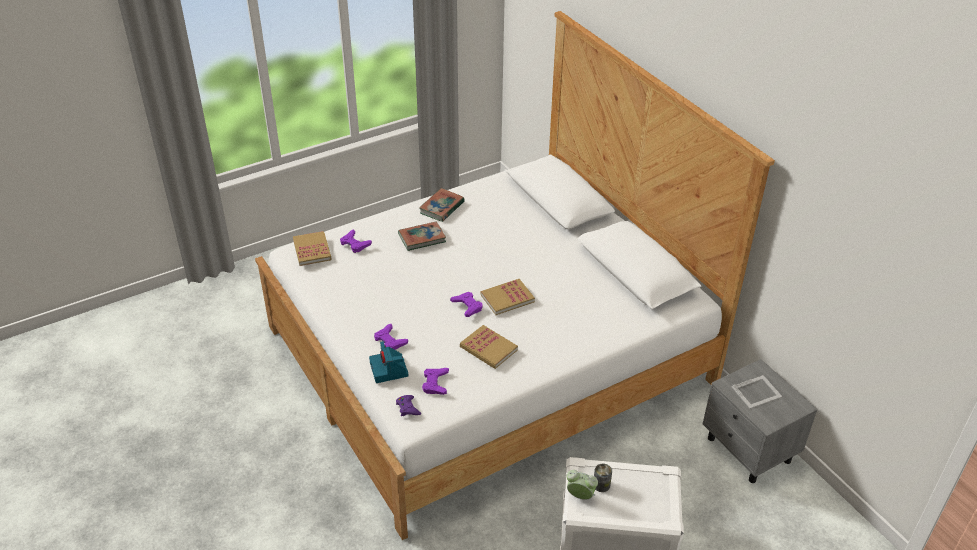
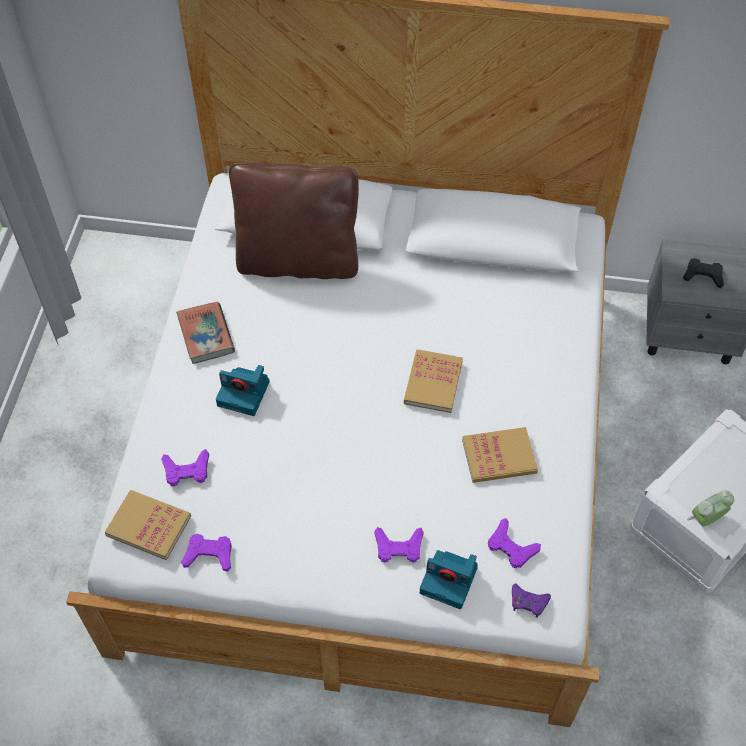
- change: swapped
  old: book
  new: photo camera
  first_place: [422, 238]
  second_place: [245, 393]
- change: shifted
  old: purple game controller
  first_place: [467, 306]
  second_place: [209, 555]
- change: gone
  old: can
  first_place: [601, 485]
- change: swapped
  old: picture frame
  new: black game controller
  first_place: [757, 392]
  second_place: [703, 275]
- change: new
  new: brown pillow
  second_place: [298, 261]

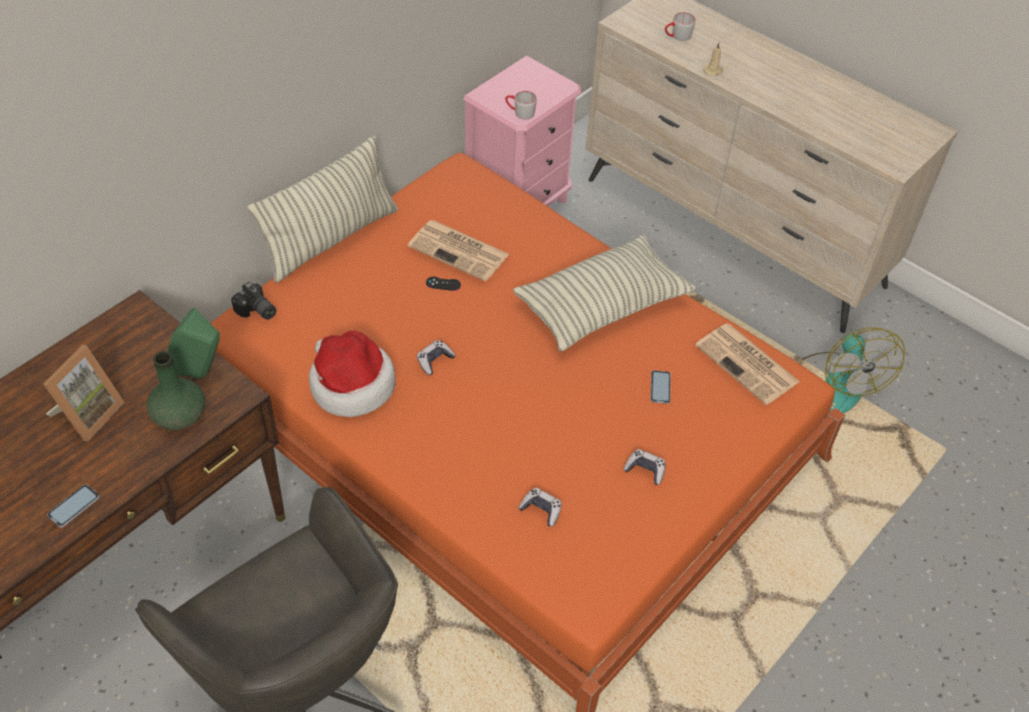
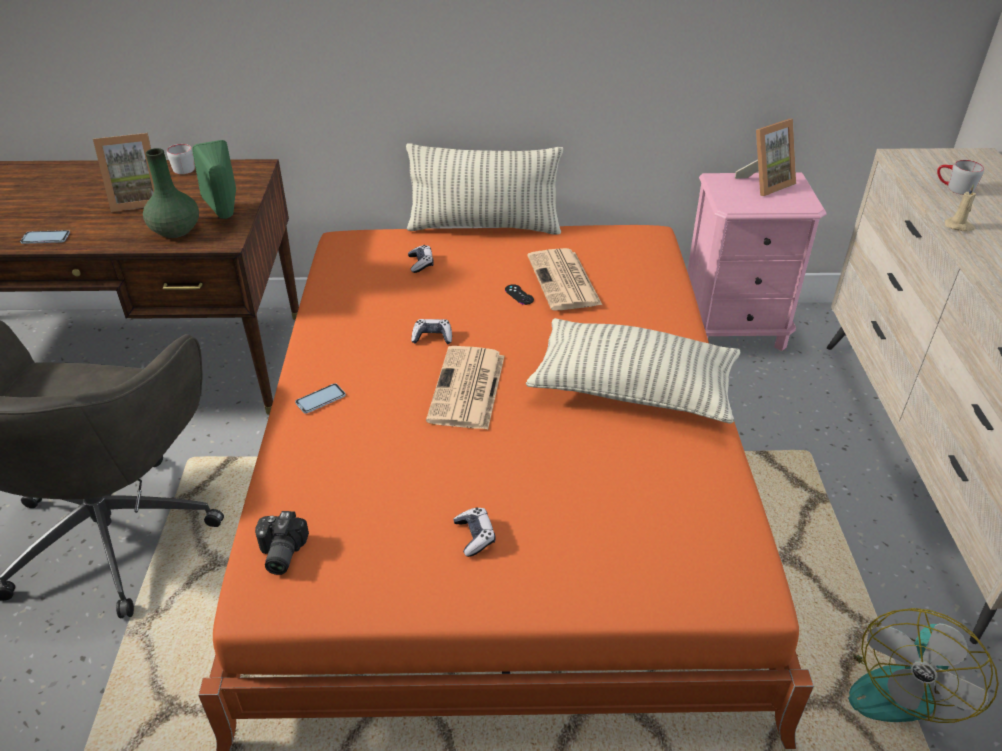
- change: shifted
  old: photo camera
  first_place: [256, 311]
  second_place: [279, 553]
- change: gone
  old: hat
  first_place: [350, 385]
- change: shifted
  old: grey mug
  first_place: [520, 112]
  second_place: [183, 167]
- change: shifted
  old: game controller
  first_place: [541, 510]
  second_place: [421, 263]
- change: shifted
  old: phone
  first_place: [660, 387]
  second_place: [320, 399]
- change: shifted
  old: newspaper
  first_place: [748, 364]
  second_place: [467, 389]
- change: new
  new: picture frame
  second_place: [765, 183]

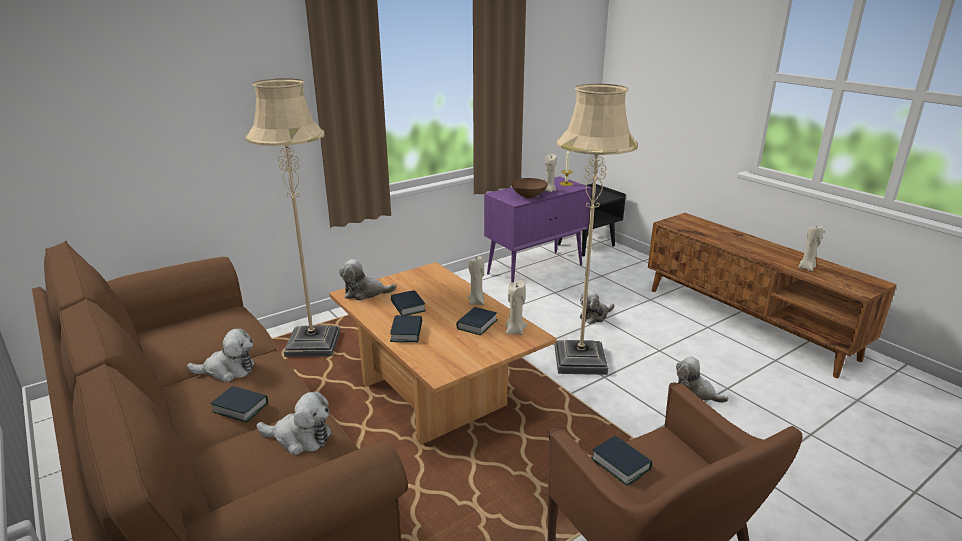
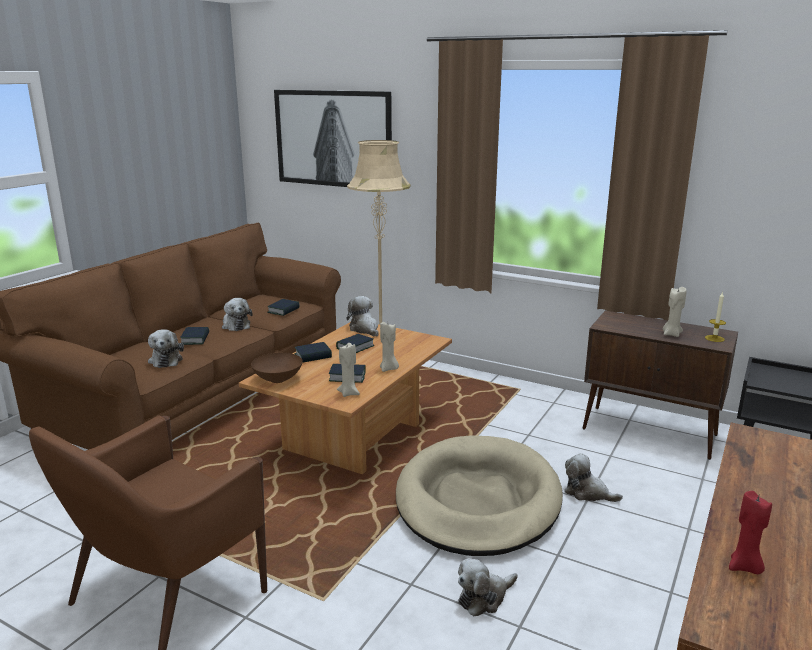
- change: repainted
  old: purple cabinet
  new: brown cabinet
  first_place: [536, 269]
  second_place: [650, 432]
- change: shifted
  old: brown bowl
  first_place: [528, 196]
  second_place: [278, 379]
- change: swapped
  old: beige floor lamp
  new: beige dog bed
  first_place: [580, 360]
  second_place: [477, 500]
- change: shifted
  old: book
  first_place: [620, 464]
  second_place: [283, 310]
- change: rotated
  old: plush toy
  first_place: [695, 393]
  second_place: [484, 597]
  degrees: -135
- change: repainted
  old: beige candle
  new: red candle
  first_place: [807, 268]
  second_place: [745, 567]
- change: new
  new: picture
  second_place: [333, 139]

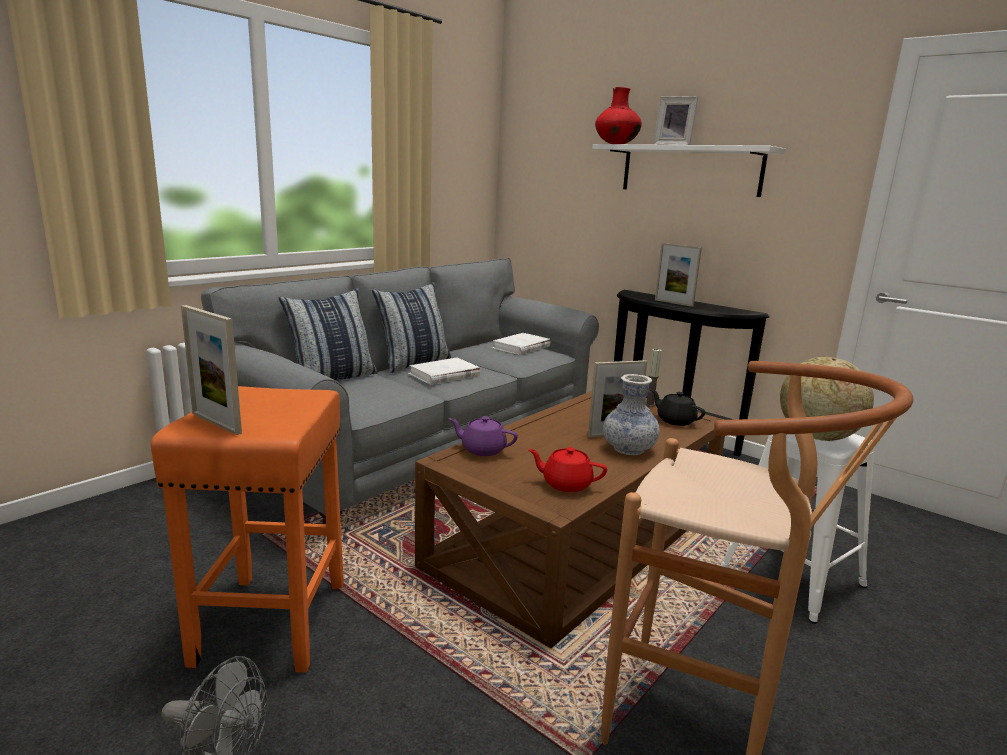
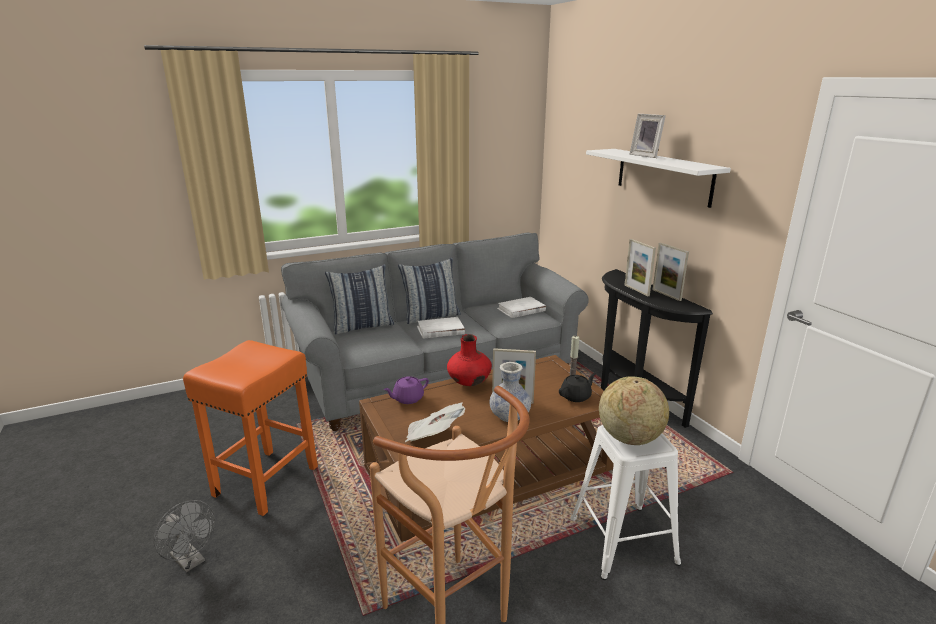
- change: shifted
  old: picture frame
  first_place: [216, 423]
  second_place: [666, 295]
- change: rotated
  old: purple teapot
  first_place: [482, 449]
  second_place: [407, 398]
  degrees: -75
- change: swapped
  old: red teapot
  new: newspaper
  first_place: [566, 484]
  second_place: [433, 436]
- change: shifted
  old: red vase
  first_place: [616, 144]
  second_place: [469, 382]
- change: rotated
  old: black teapot
  first_place: [675, 420]
  second_place: [576, 396]
  degrees: 75

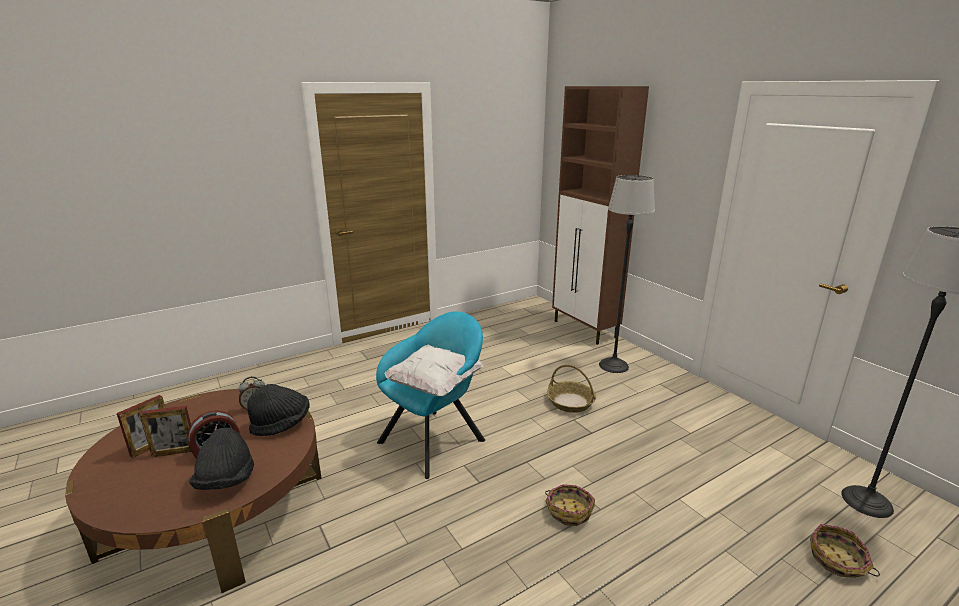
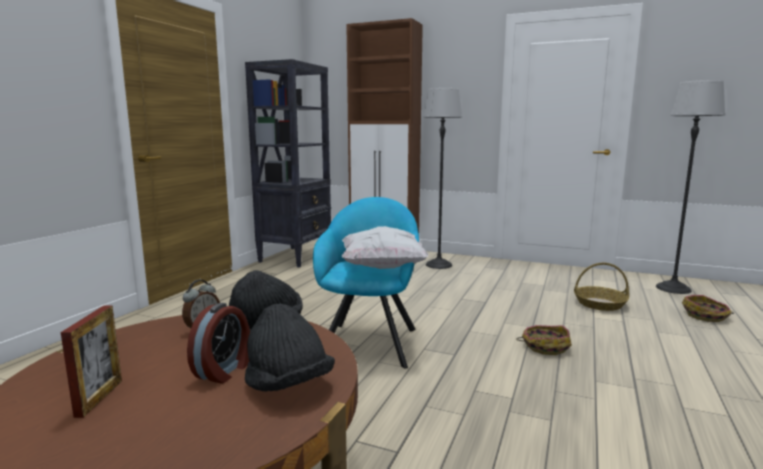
- change: gone
  old: picture frame
  first_place: [174, 452]
- change: shifted
  old: basket
  first_place: [570, 402]
  second_place: [599, 304]
- change: new
  new: black bookcase
  second_place: [296, 257]

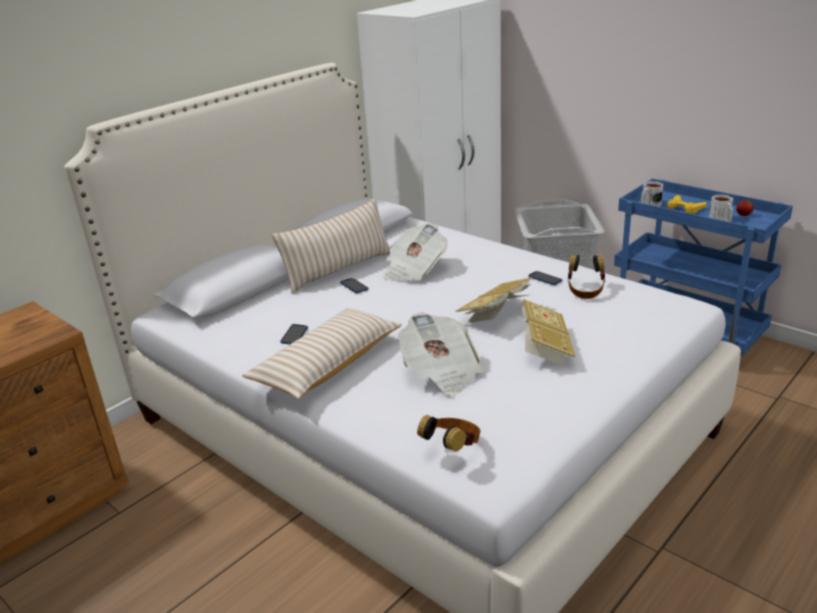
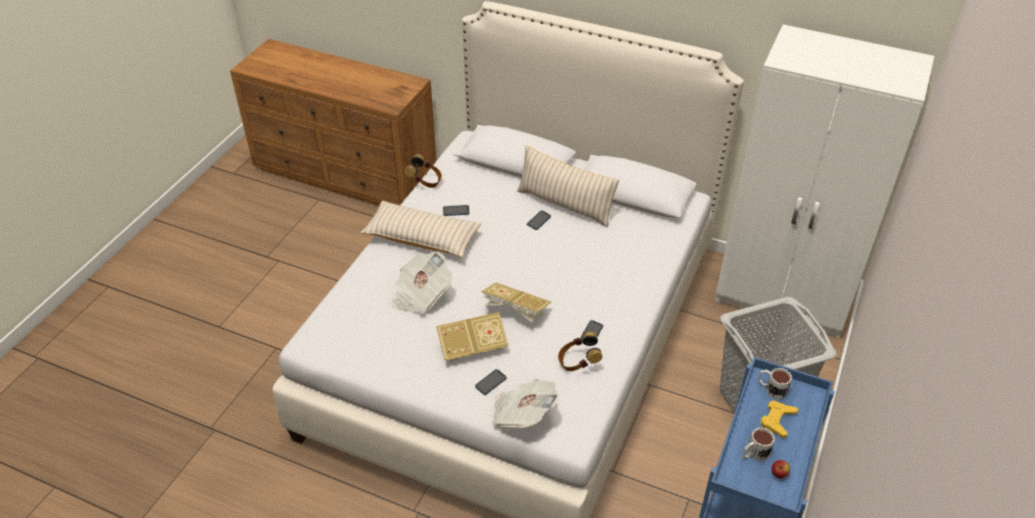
- change: shifted
  old: newspaper
  first_place: [414, 270]
  second_place: [522, 414]
- change: shifted
  old: headphones
  first_place: [453, 448]
  second_place: [425, 182]
- change: new
  new: phone
  second_place: [490, 382]

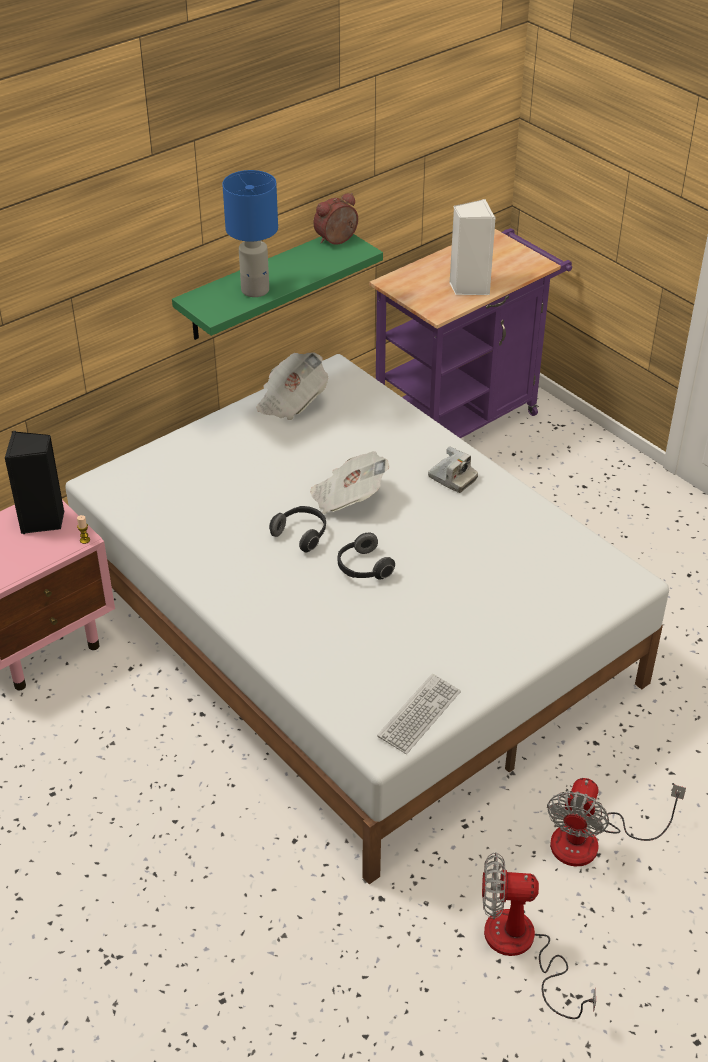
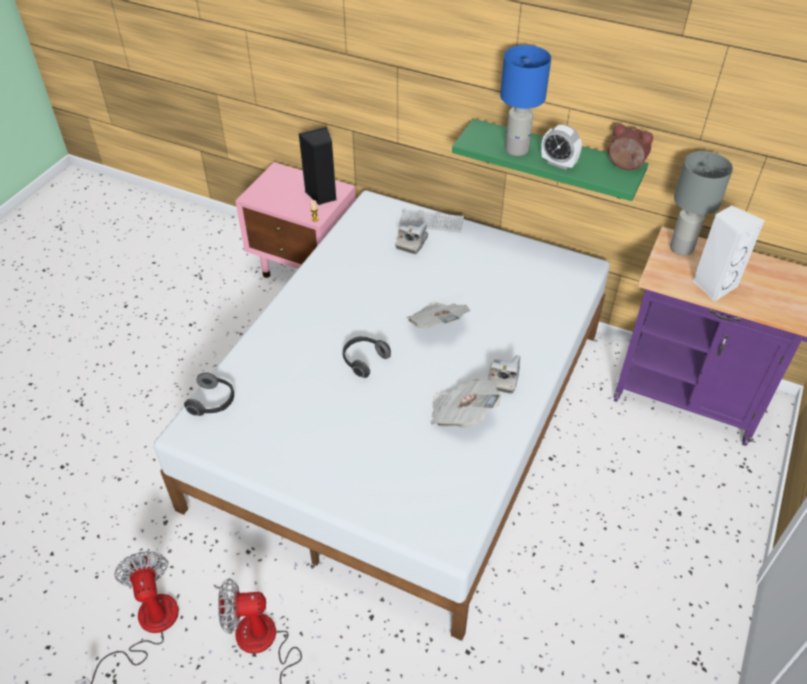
- change: shifted
  old: newspaper
  first_place: [291, 402]
  second_place: [462, 414]
- change: shifted
  old: headphones
  first_place: [301, 535]
  second_place: [213, 402]
- change: shifted
  old: keyboard
  first_place: [419, 715]
  second_place: [431, 222]
- change: new
  new: photo camera
  second_place: [412, 243]
- change: new
  new: alarm clock
  second_place: [558, 163]
- change: new
  new: grey table lamp
  second_place: [681, 248]

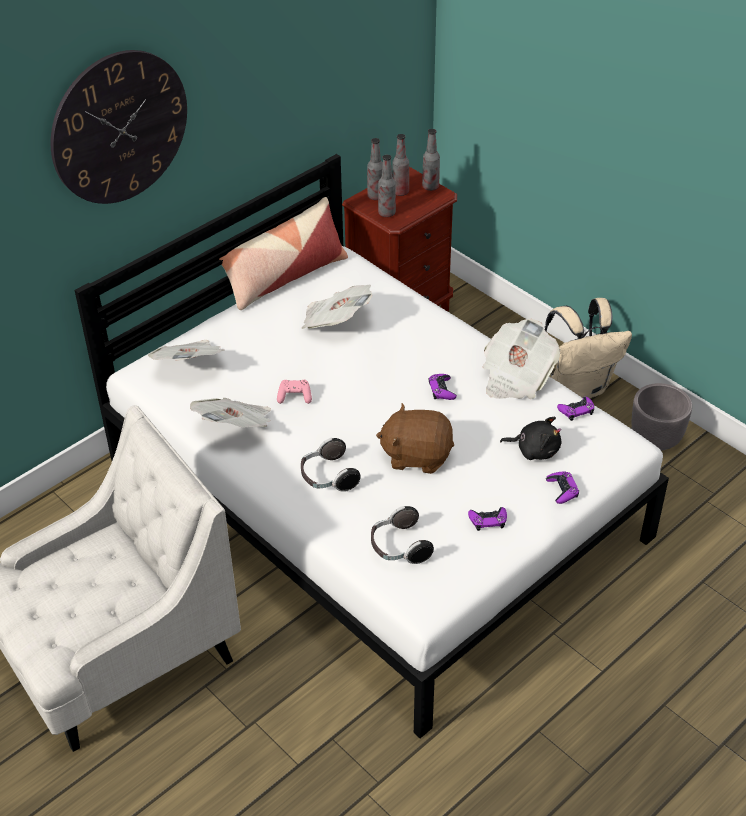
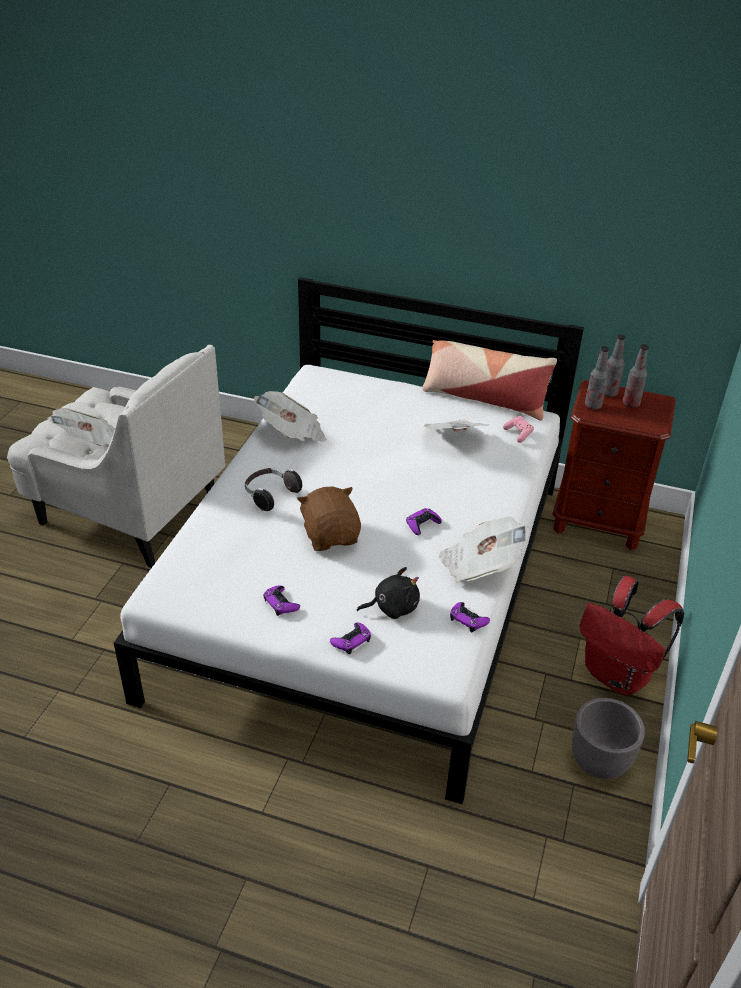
- change: gone
  old: wall clock
  first_place: [119, 127]
- change: shifted
  old: newspaper
  first_place: [190, 365]
  second_place: [92, 443]
- change: shifted
  old: pink game controller
  first_place: [294, 396]
  second_place: [518, 433]
- change: gone
  old: headphones
  first_place: [399, 547]
- change: gone
  old: bottle
  first_place: [430, 187]
- change: rotated
  old: black plush toy
  first_place: [535, 450]
  second_place: [392, 607]
  degrees: -90
- change: repainted
  old: beige backpack
  new: red backpack
  first_place: [579, 387]
  second_place: [618, 676]

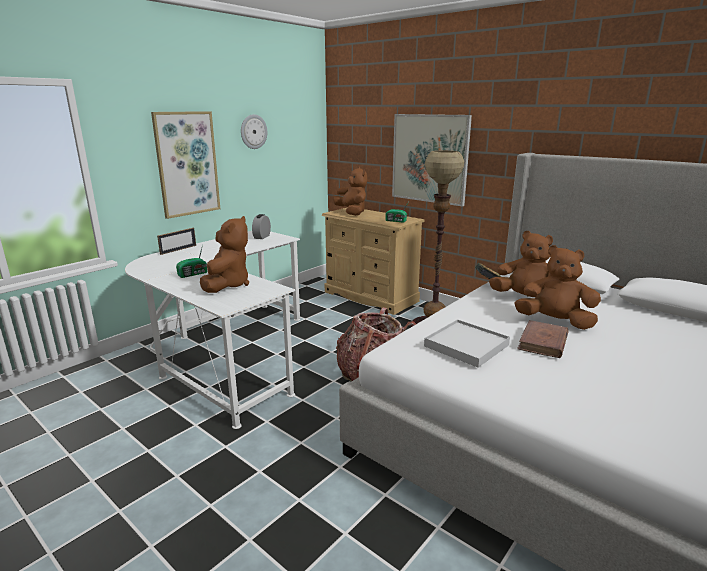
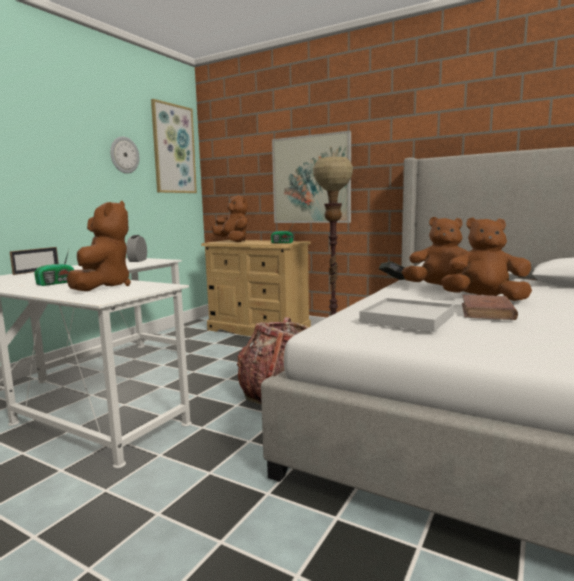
- change: shifted
  old: picture
  first_place: [187, 164]
  second_place: [173, 149]

